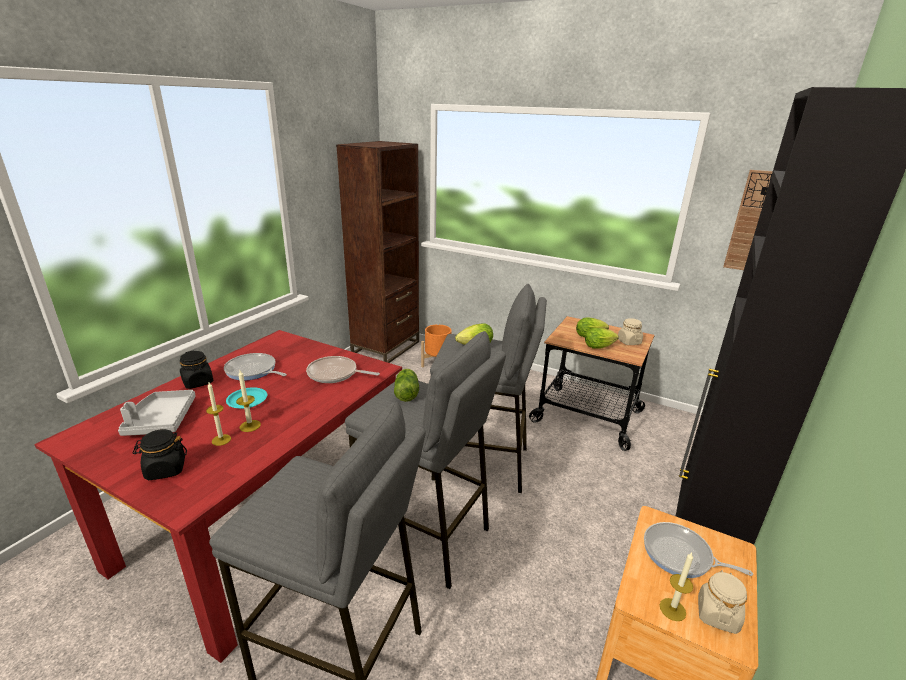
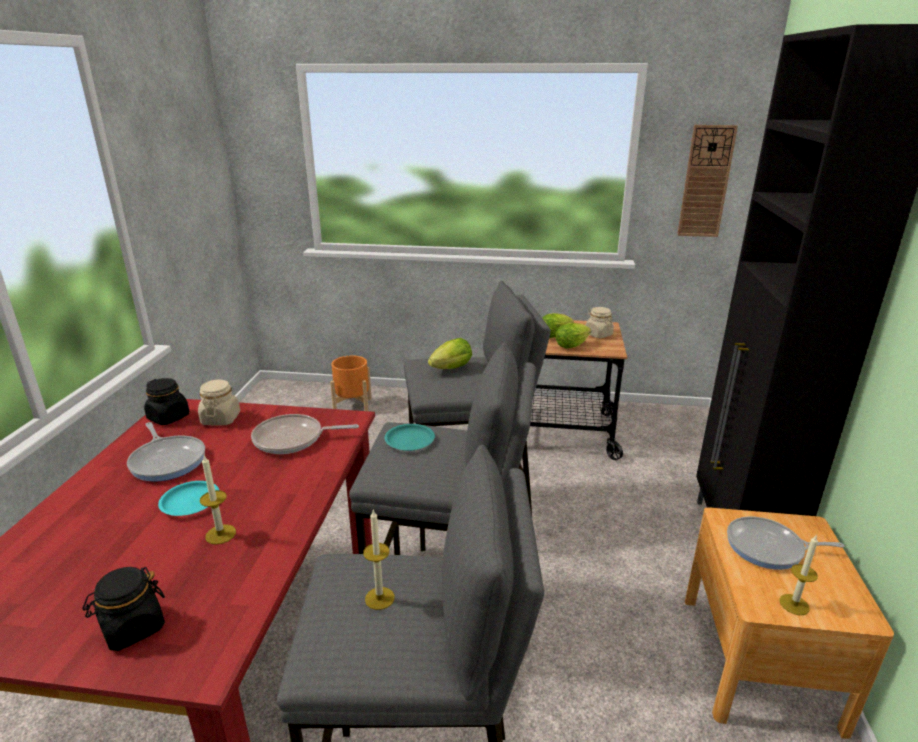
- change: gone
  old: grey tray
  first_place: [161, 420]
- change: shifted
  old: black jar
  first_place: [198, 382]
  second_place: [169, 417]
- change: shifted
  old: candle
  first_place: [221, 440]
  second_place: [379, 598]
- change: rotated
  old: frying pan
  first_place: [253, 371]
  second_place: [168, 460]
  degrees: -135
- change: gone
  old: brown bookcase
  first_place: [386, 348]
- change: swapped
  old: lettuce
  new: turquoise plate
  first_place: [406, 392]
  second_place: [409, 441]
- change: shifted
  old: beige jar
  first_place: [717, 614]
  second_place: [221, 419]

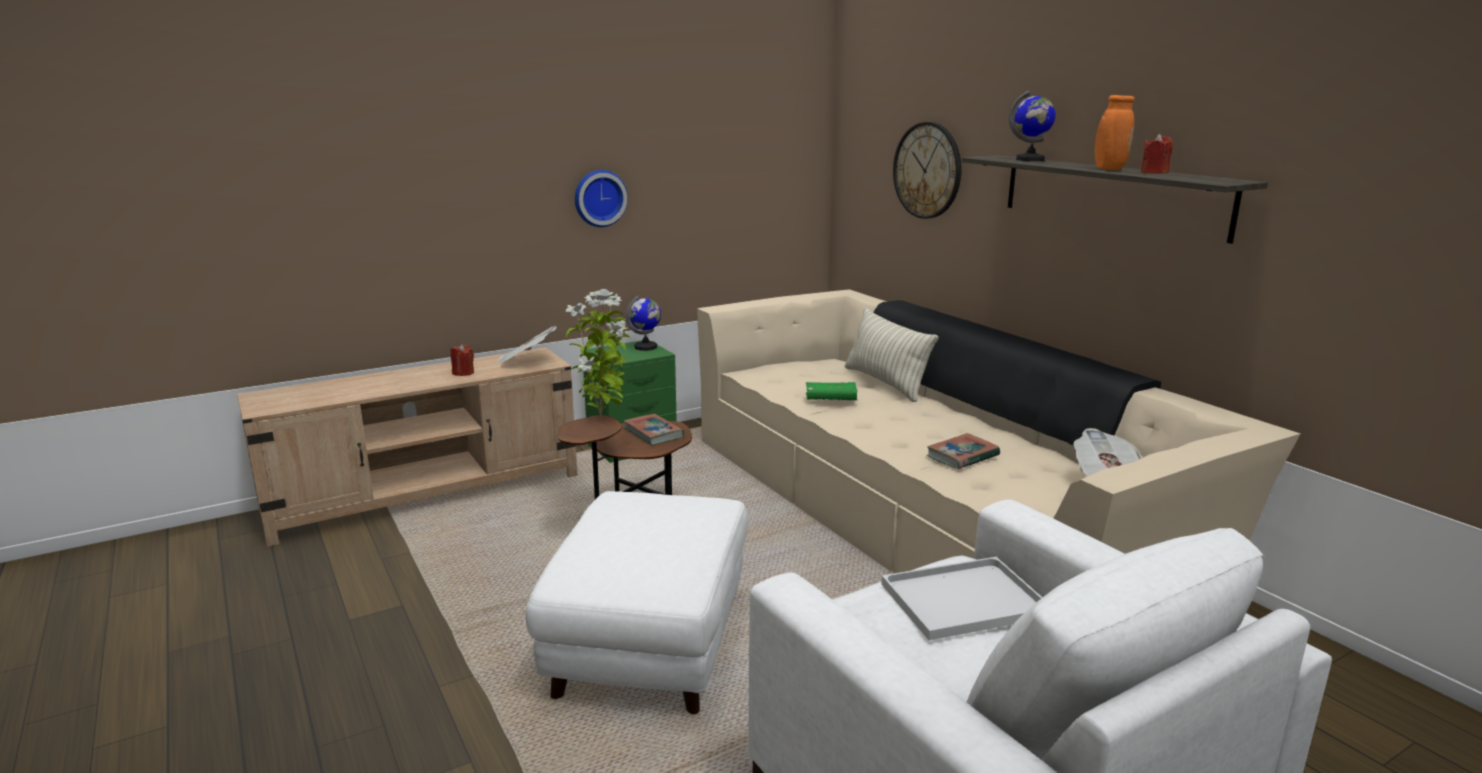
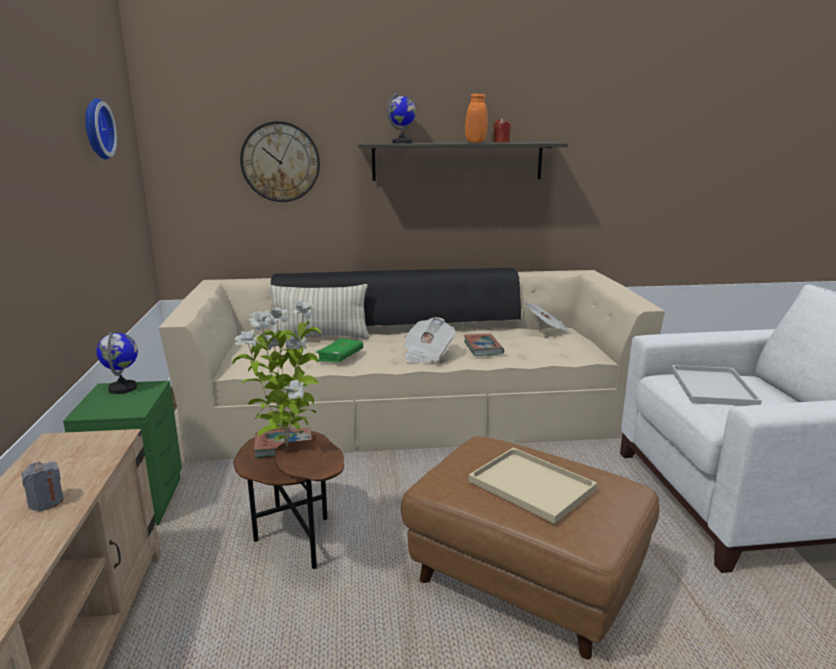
- change: repainted
  old: red candle
  new: grey candle
  first_place: [463, 373]
  second_place: [46, 502]
- change: shifted
  old: newspaper
  first_place: [526, 361]
  second_place: [426, 355]
- change: repainted
  old: white ottoman
  new: brown ottoman
  first_place: [651, 644]
  second_place: [526, 578]
- change: shifted
  old: wall clock
  first_place: [599, 198]
  second_place: [95, 129]
- change: new
  new: beige tray
  second_place: [529, 485]

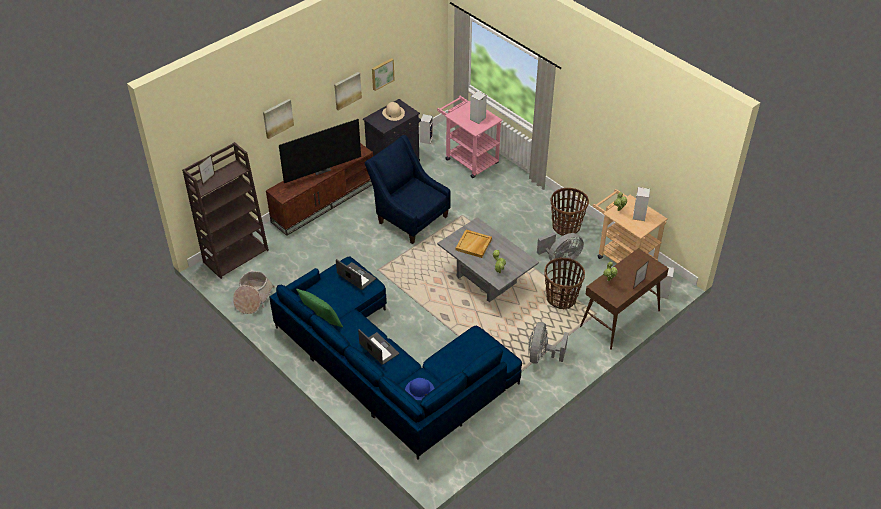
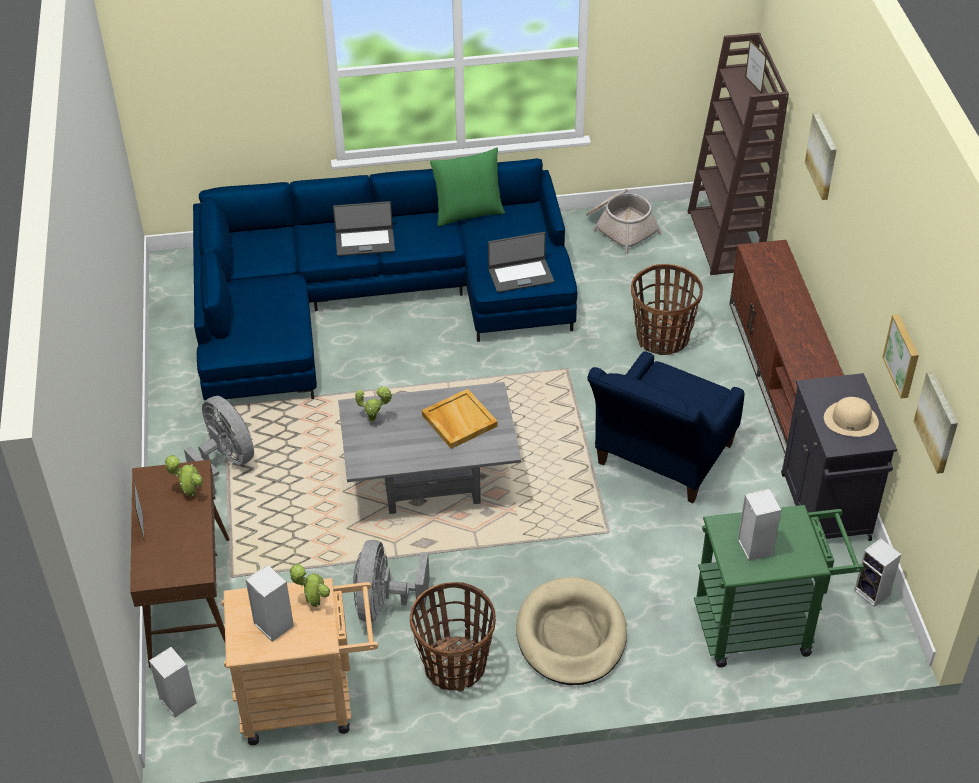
- change: gone
  old: television
  first_place: [321, 169]
- change: shifted
  old: picture
  first_place: [347, 90]
  second_place: [938, 422]
- change: rotated
  old: blue armchair
  first_place: [409, 217]
  second_place: [660, 460]
  degrees: 135
- change: gone
  old: blue hat
  first_place: [419, 390]
- change: repainted
  old: pink cart
  new: green cart
  first_place: [468, 159]
  second_place: [764, 626]
- change: shifted
  old: basket
  first_place: [561, 298]
  second_place: [662, 338]
- change: new
  new: beige dog bed
  second_place: [571, 635]

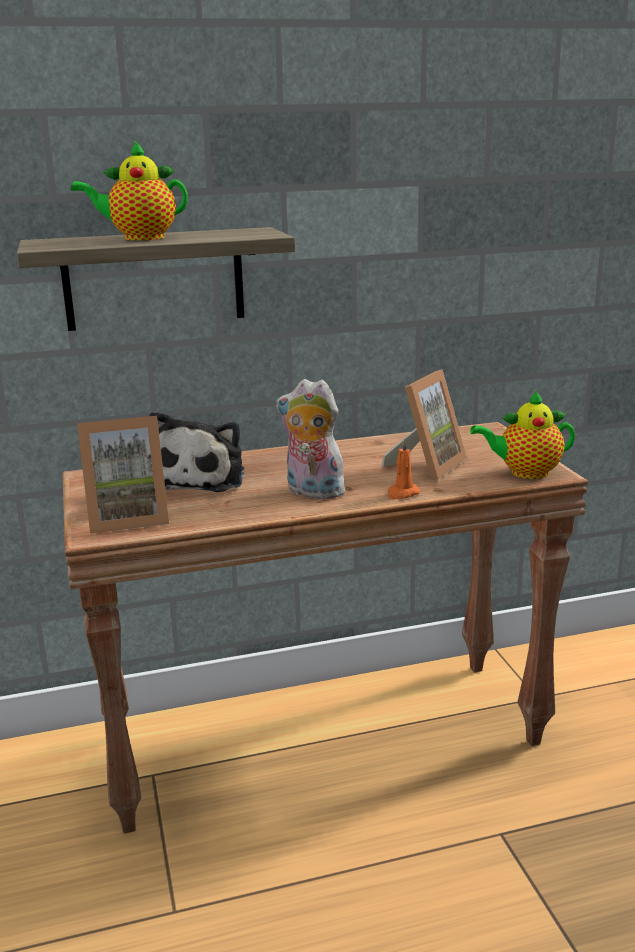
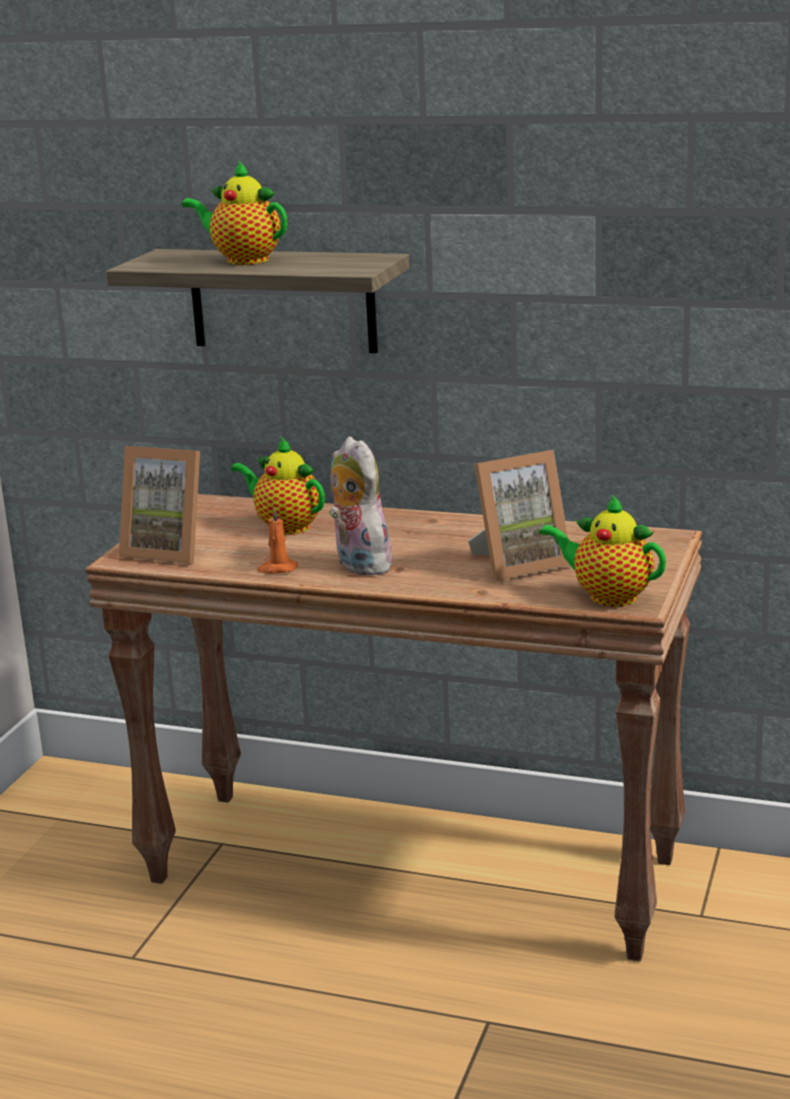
- change: swapped
  old: plush toy
  new: teapot
  first_place: [201, 478]
  second_place: [285, 526]
- change: shifted
  old: orange candle
  first_place: [402, 493]
  second_place: [277, 569]

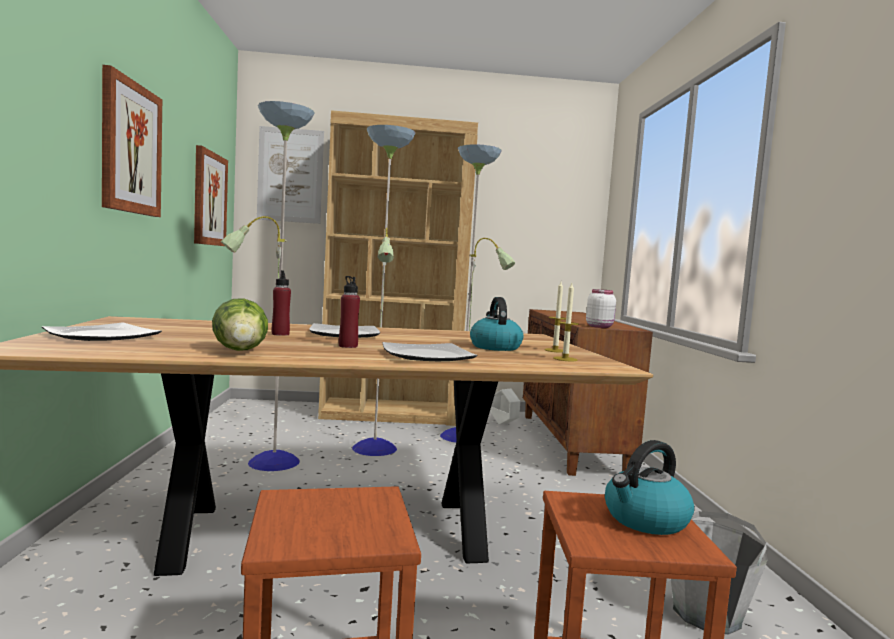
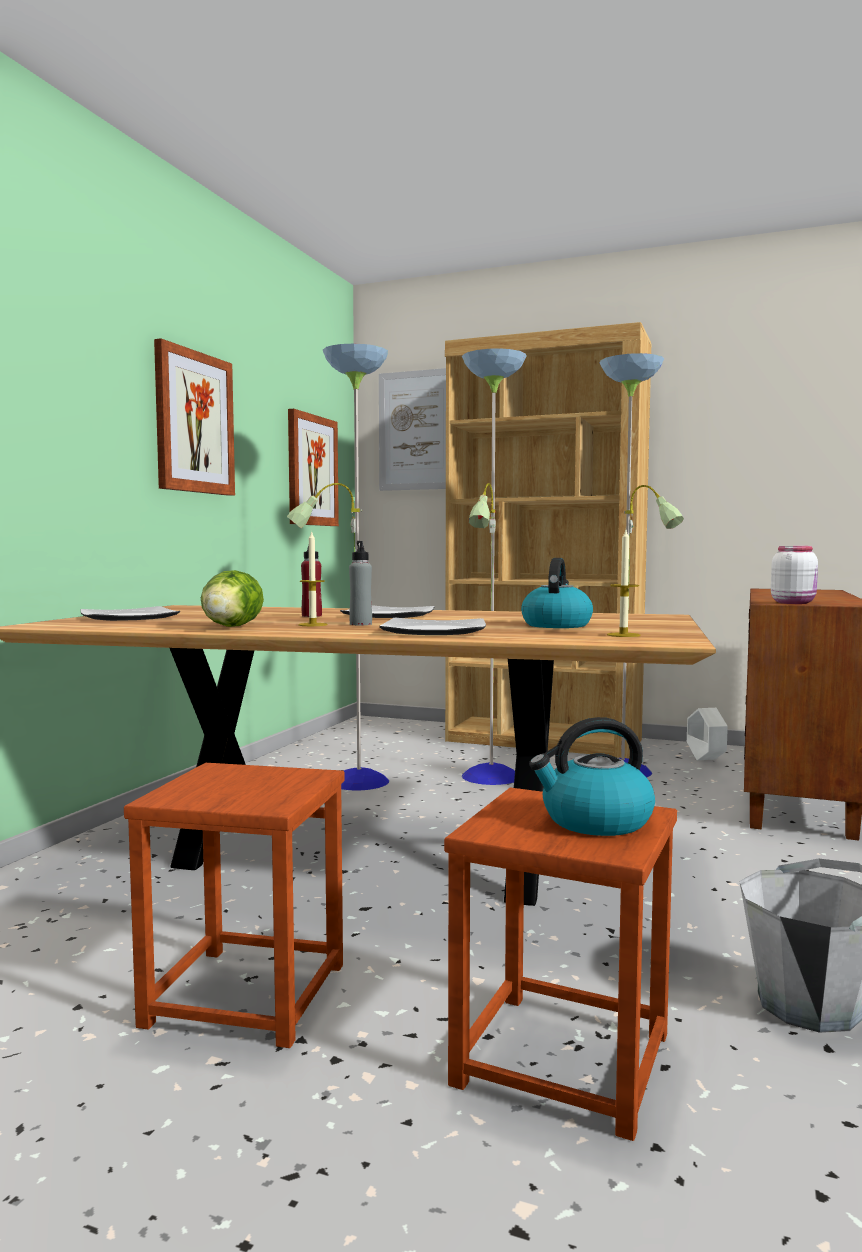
- change: repainted
  old: red bottle
  new: grey bottle
  first_place: [348, 346]
  second_place: [360, 624]
- change: shifted
  old: candle
  first_place: [555, 350]
  second_place: [312, 625]

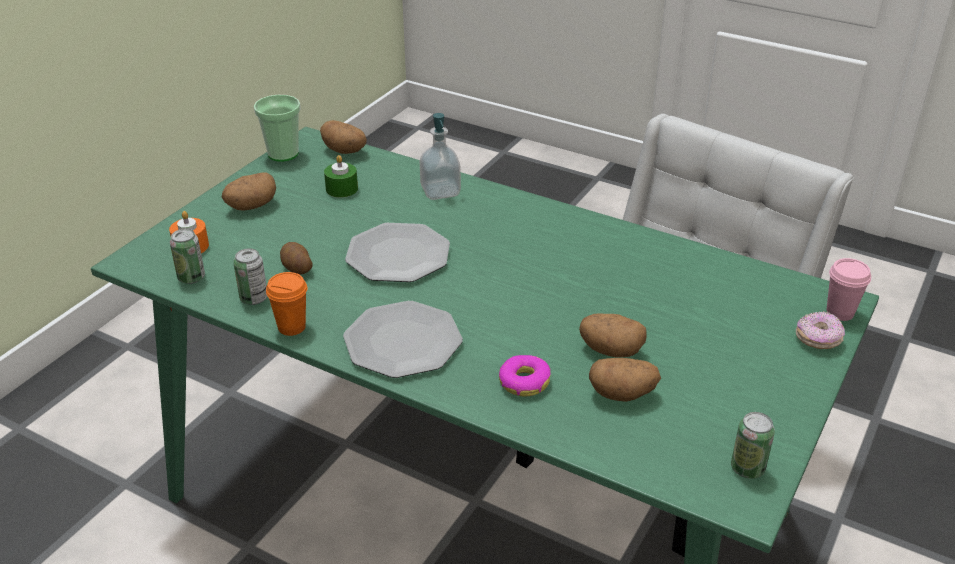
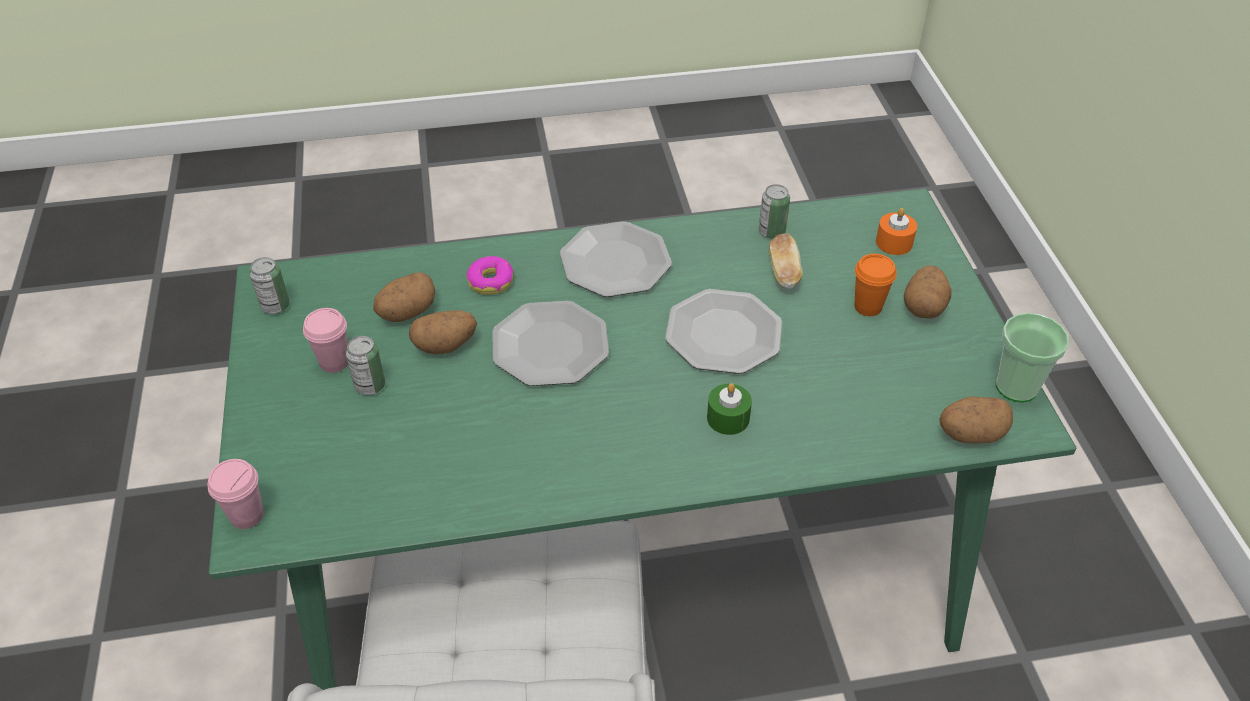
- change: shifted
  old: can
  first_place: [191, 277]
  second_place: [370, 385]
- change: shifted
  old: orange cup
  first_place: [291, 327]
  second_place: [867, 307]
- change: swapped
  old: potato
  new: bread
  first_place: [296, 268]
  second_place: [783, 272]
- change: shifted
  old: green candle
  first_place: [342, 189]
  second_place: [728, 418]
- change: gone
  old: soap dispenser
  first_place: [440, 191]
- change: gone
  old: donut
  first_place: [818, 339]
- change: new
  new: pink cup
  second_place: [334, 362]
- change: new
  new: plate
  second_place: [550, 345]

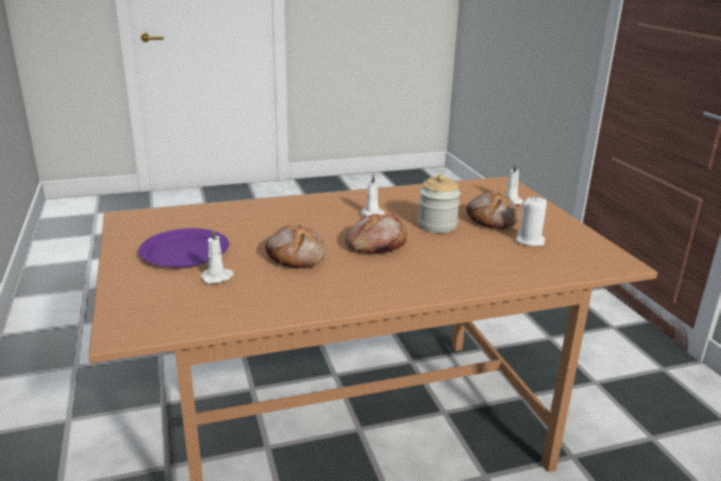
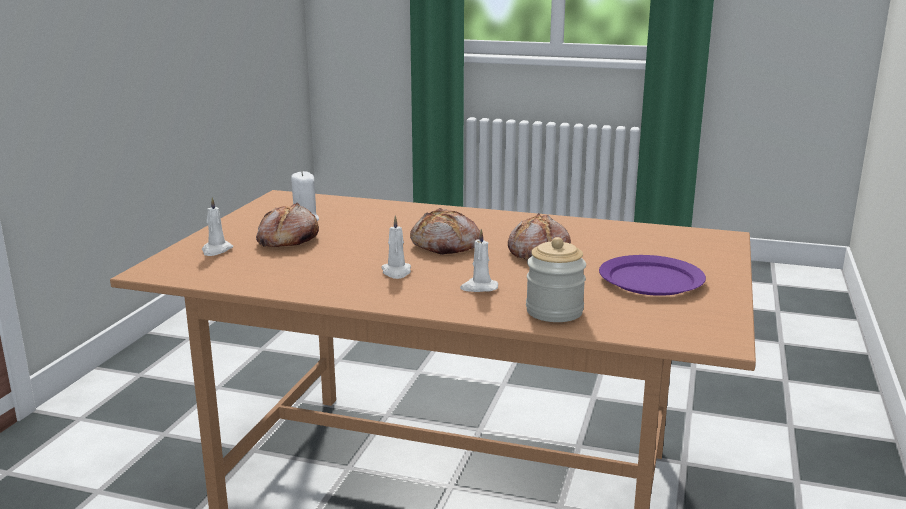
- change: shifted
  old: white candle
  first_place: [218, 277]
  second_place: [478, 288]
- change: shifted
  old: jar
  first_place: [437, 225]
  second_place: [554, 311]

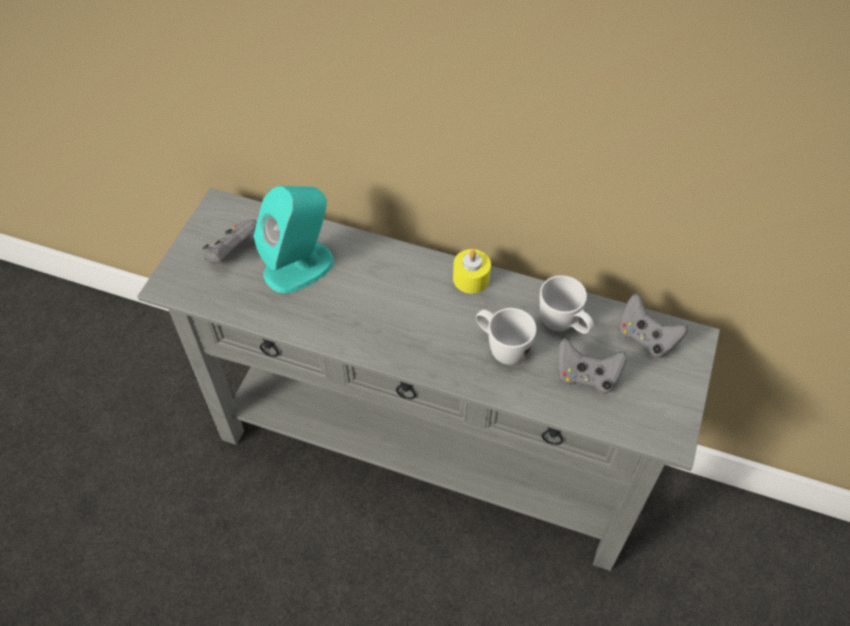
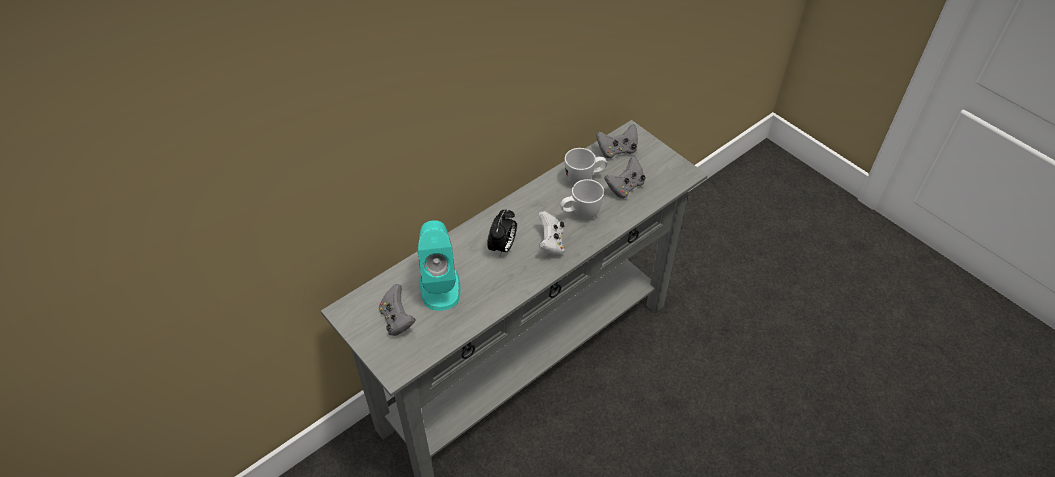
- change: gone
  old: yellow candle
  first_place: [471, 278]
- change: new
  new: alarm clock
  second_place: [503, 247]
- change: new
  new: white game controller
  second_place: [551, 243]

